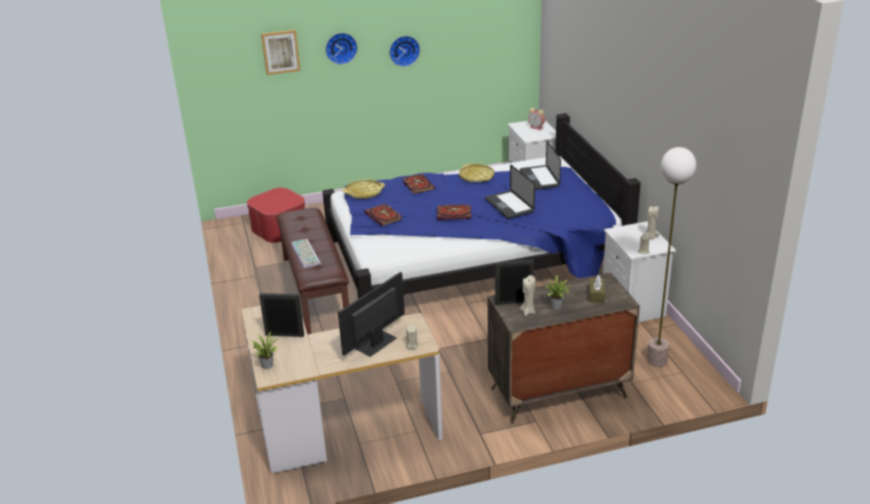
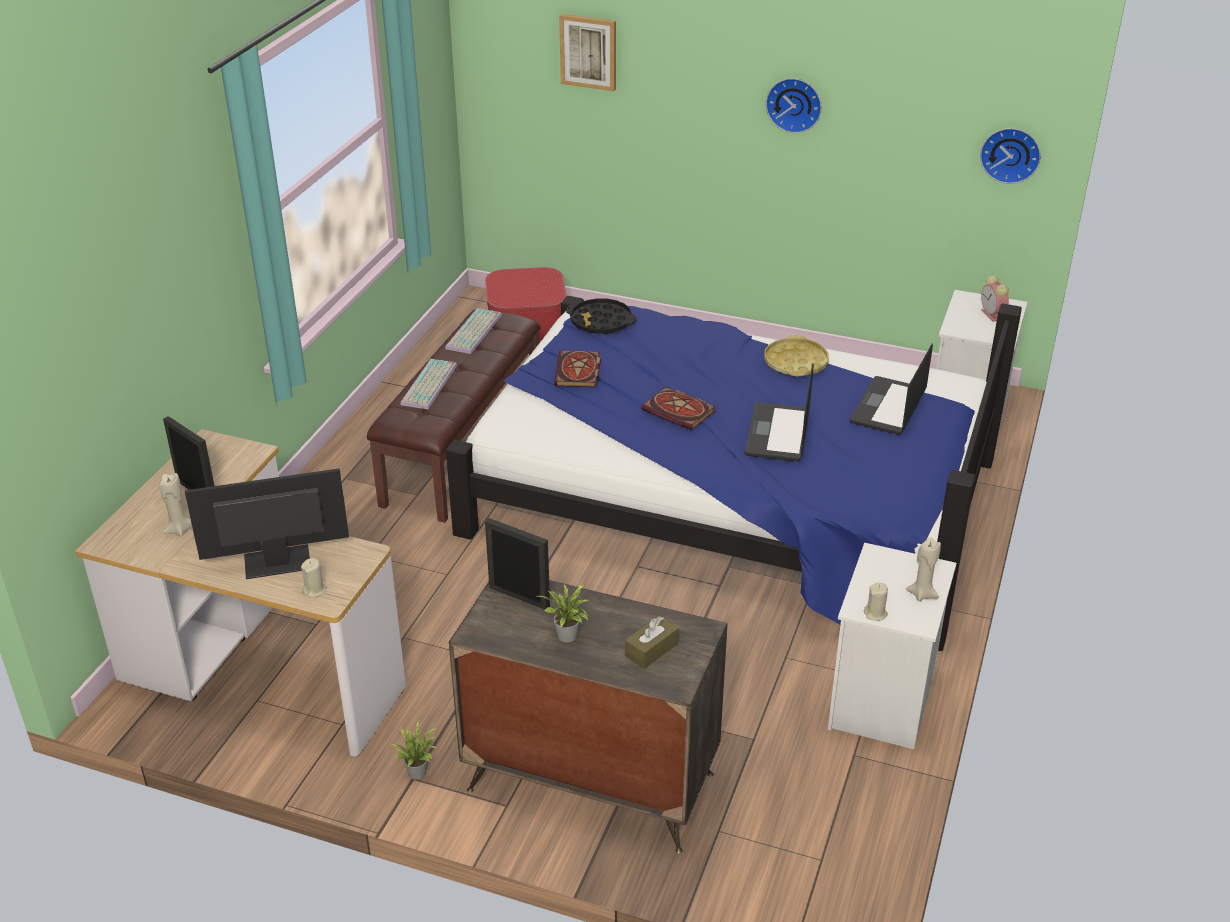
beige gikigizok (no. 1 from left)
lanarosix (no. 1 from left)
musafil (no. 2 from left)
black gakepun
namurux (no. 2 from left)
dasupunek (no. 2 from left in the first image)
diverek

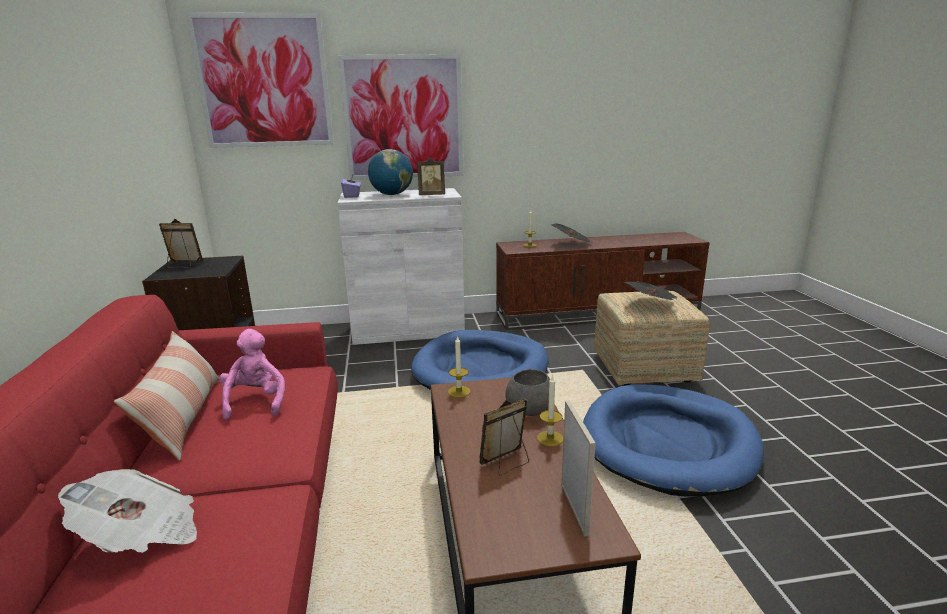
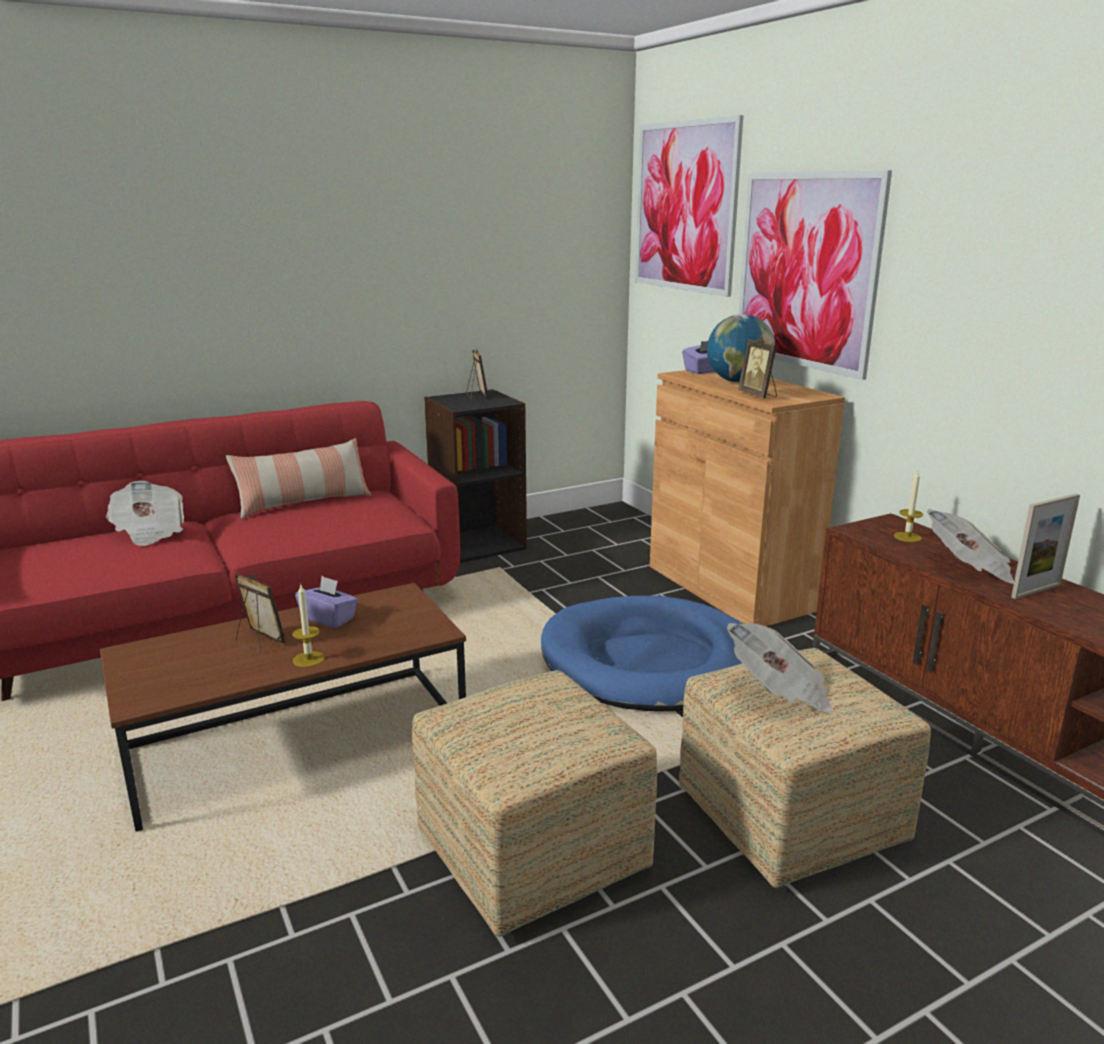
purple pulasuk (no. 1 from left)
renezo (no. 1 from left)
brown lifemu
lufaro (no. 4 from left)
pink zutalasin
gikigizok (no. 1 from left in the first image)
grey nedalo

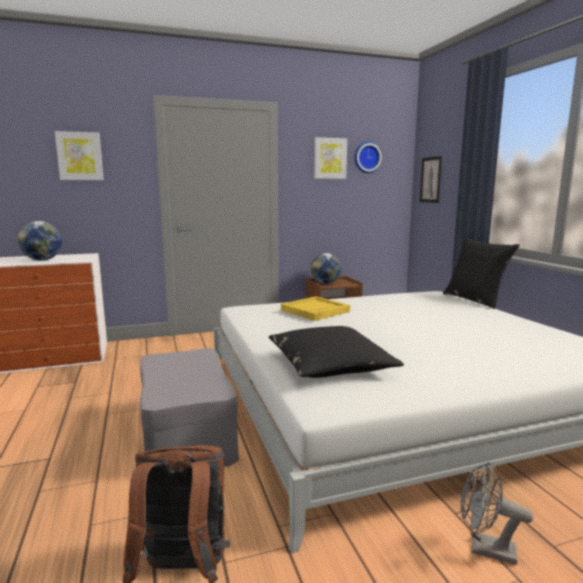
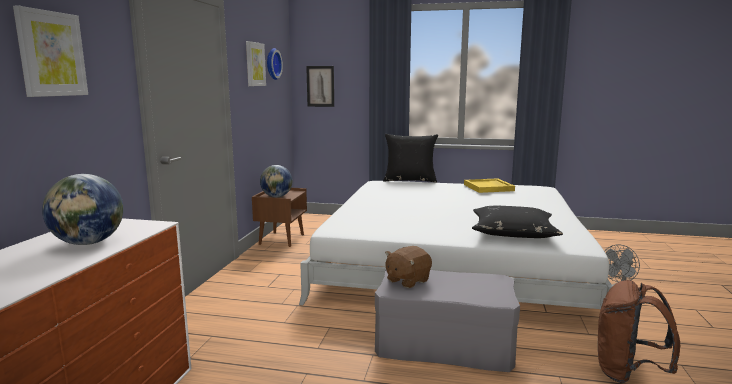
brown zutalasin
yellow gakepun

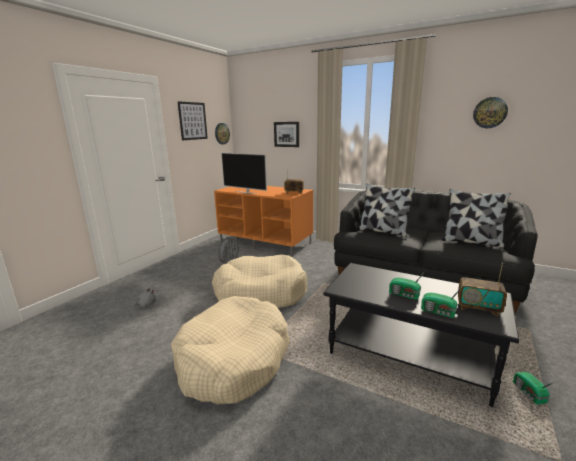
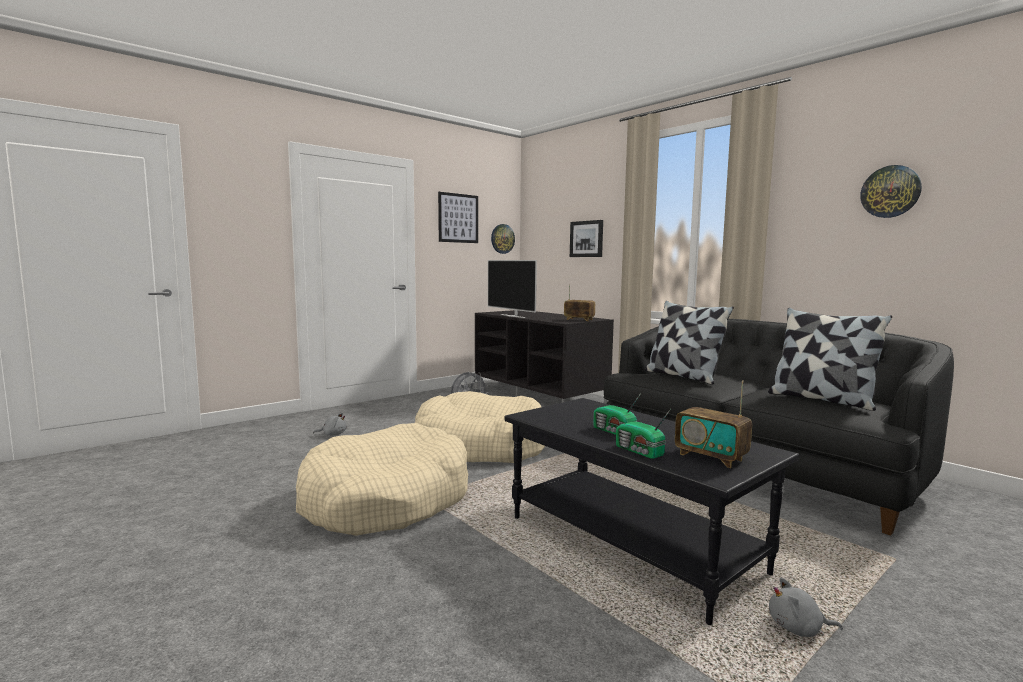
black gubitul
grey zutalasin (no. 2 from left)

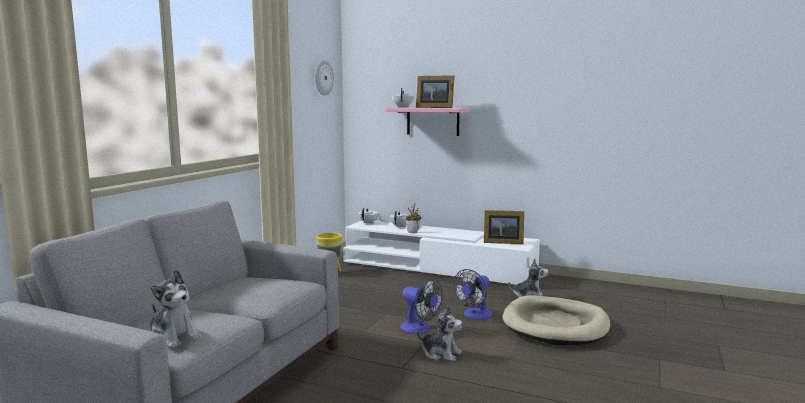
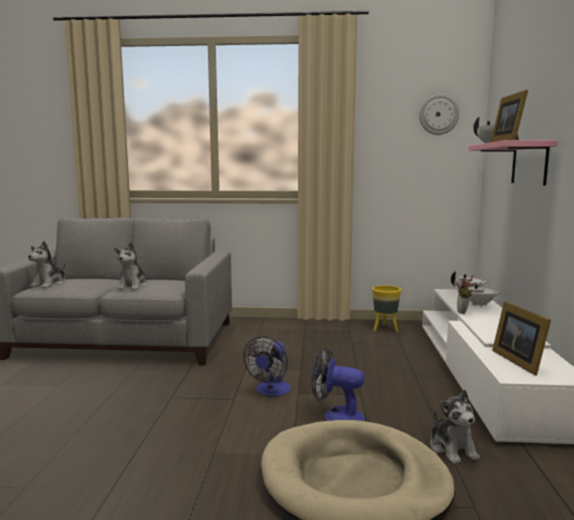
zutalasin (no. 2 from left)

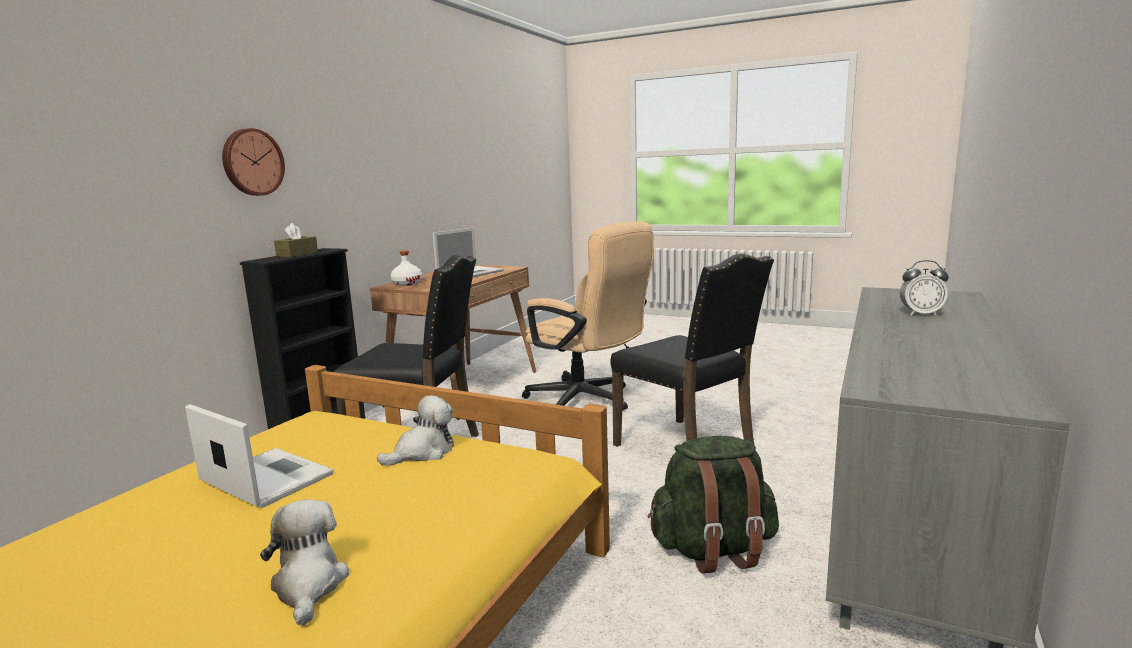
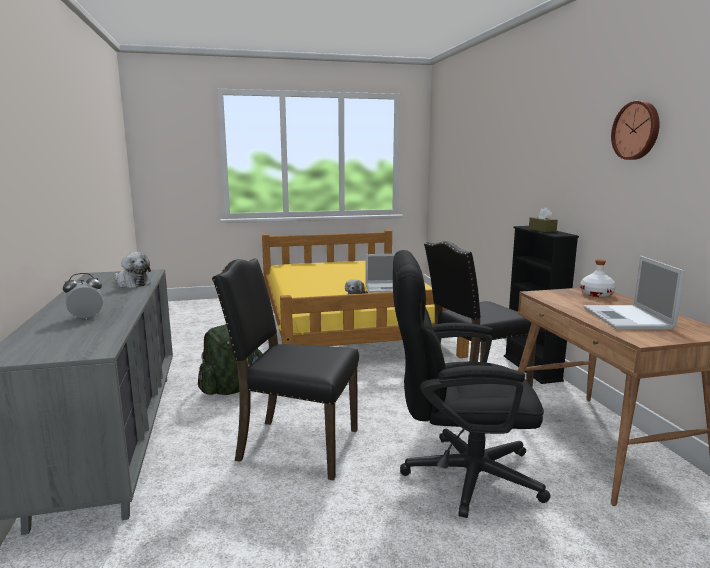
zutalasin (no. 1 from left)
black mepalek
namurux

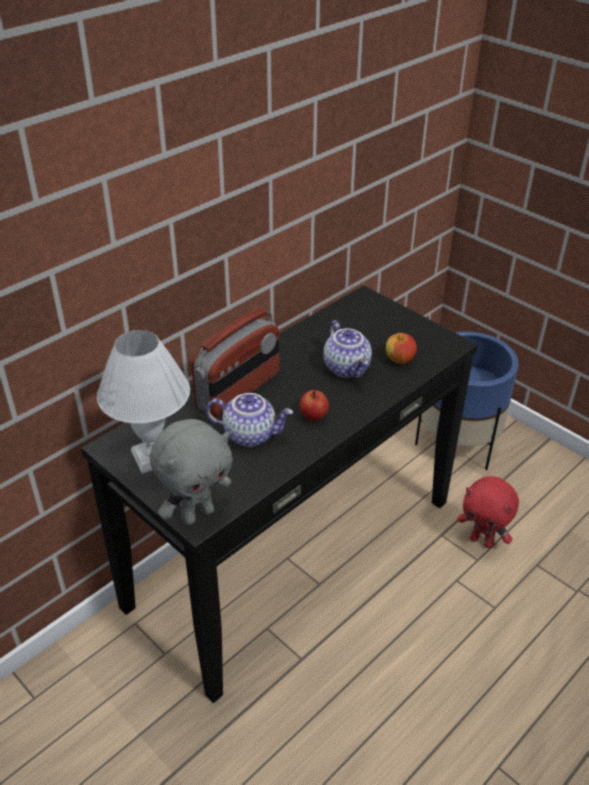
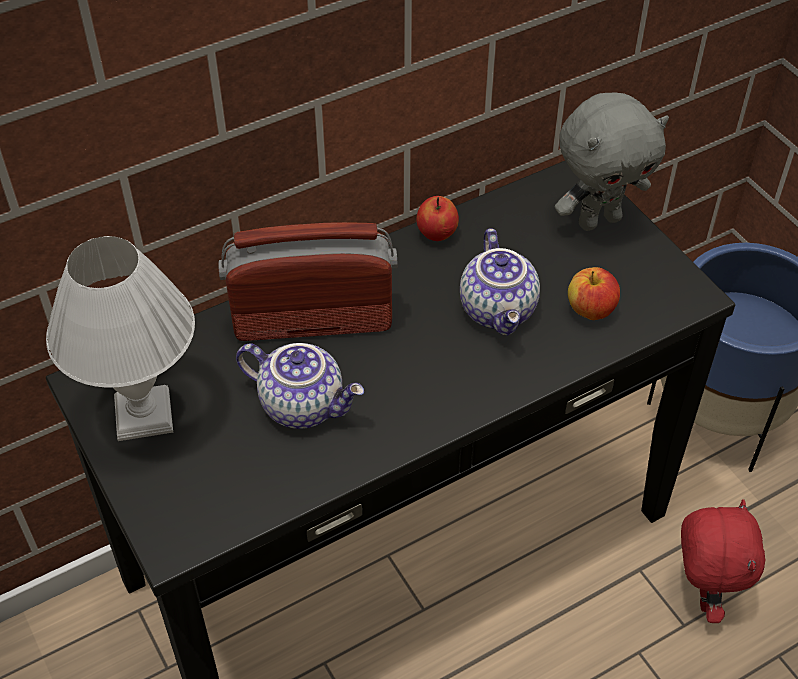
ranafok
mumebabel (no. 1 from left)
grey zutalasin
red zutalasin

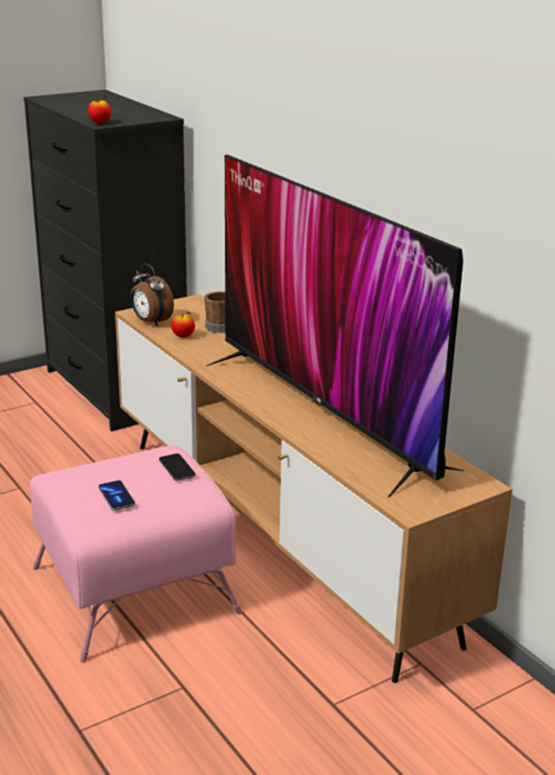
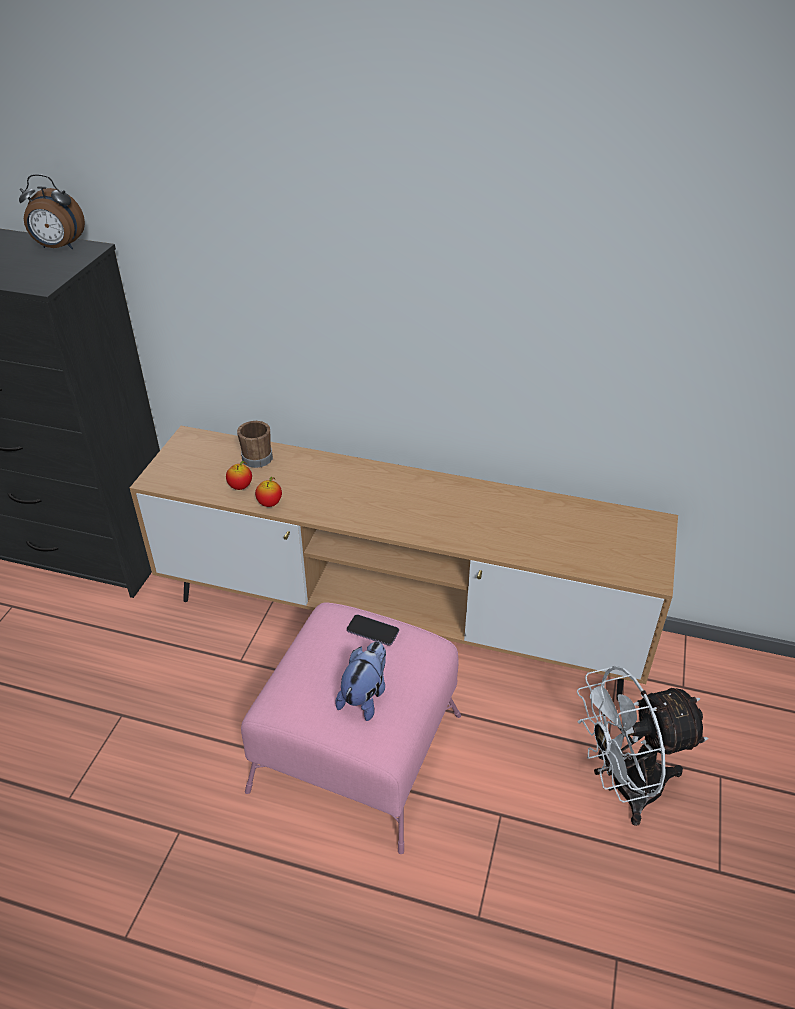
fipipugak
mumebabel (no. 2 from left)
zutalasin
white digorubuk
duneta

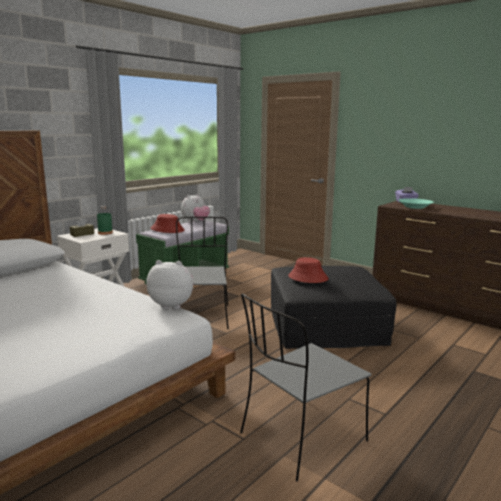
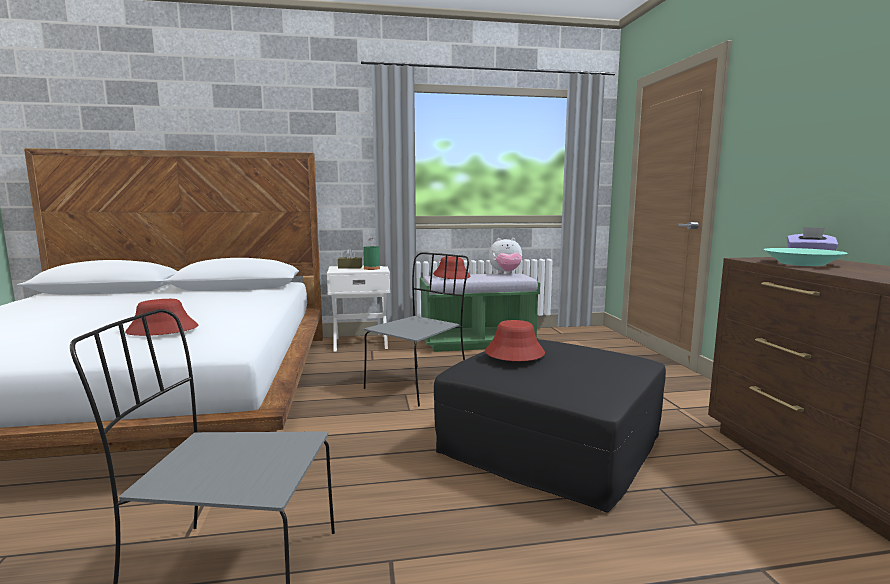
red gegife (no. 1 from left)
zutalasin (no. 1 from left in the first image)

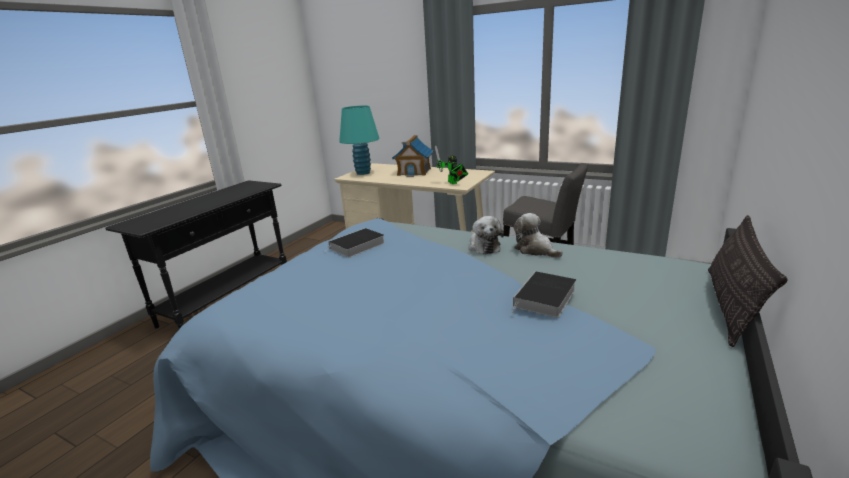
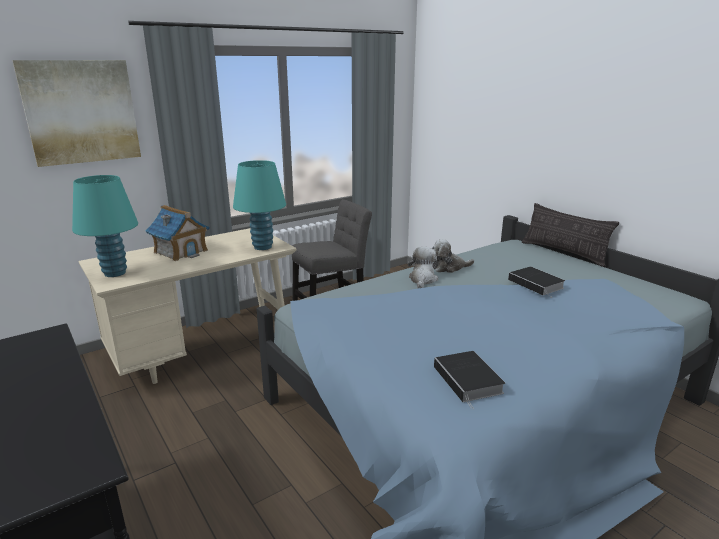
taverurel
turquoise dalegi (no. 2 from left)
zutalasin (no. 1 from left)
dasupunek (no. 1 from left)

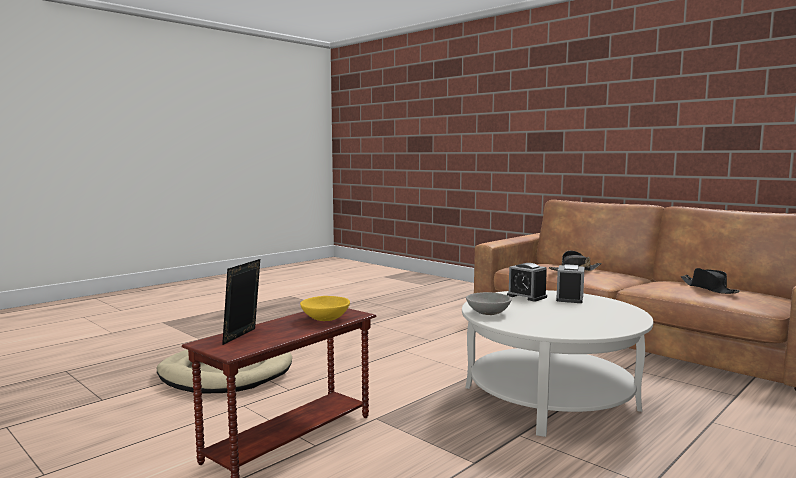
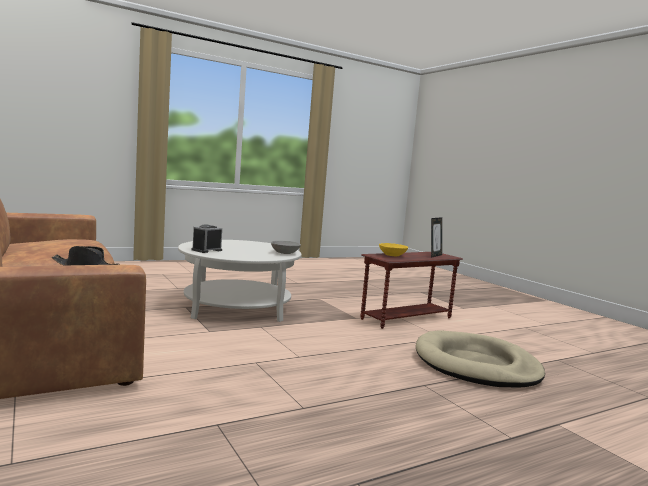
fipipugak (no. 1 from left in the first image)
black gegife (no. 2 from left in the first image)

